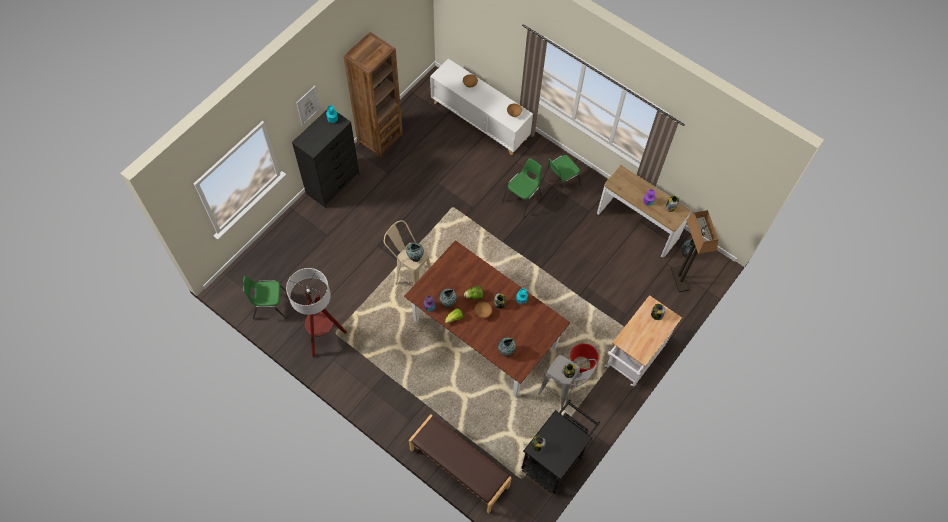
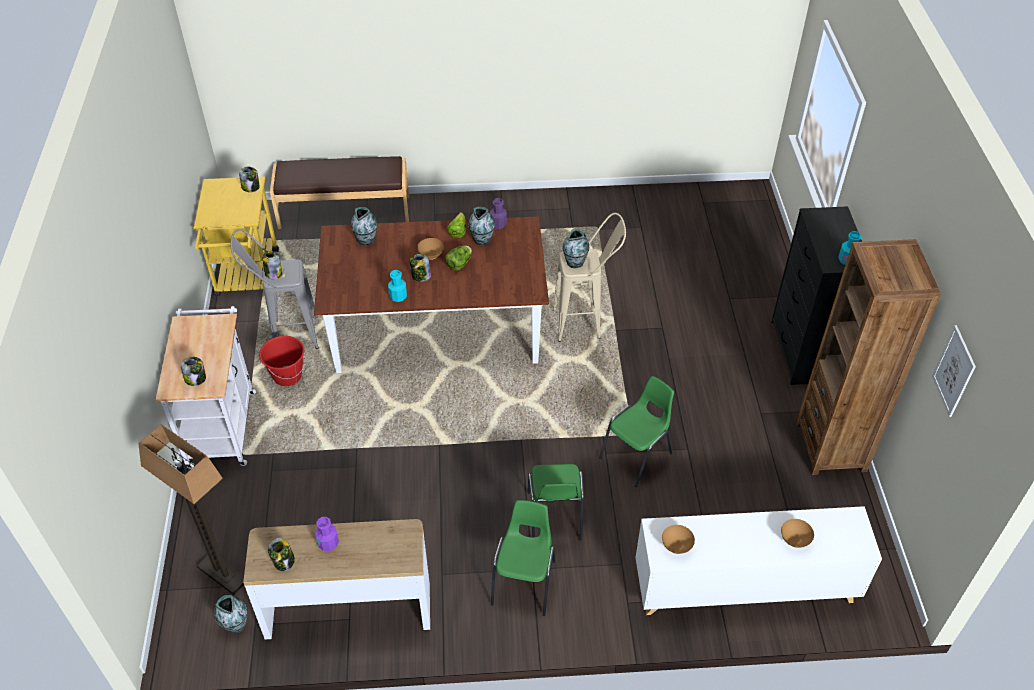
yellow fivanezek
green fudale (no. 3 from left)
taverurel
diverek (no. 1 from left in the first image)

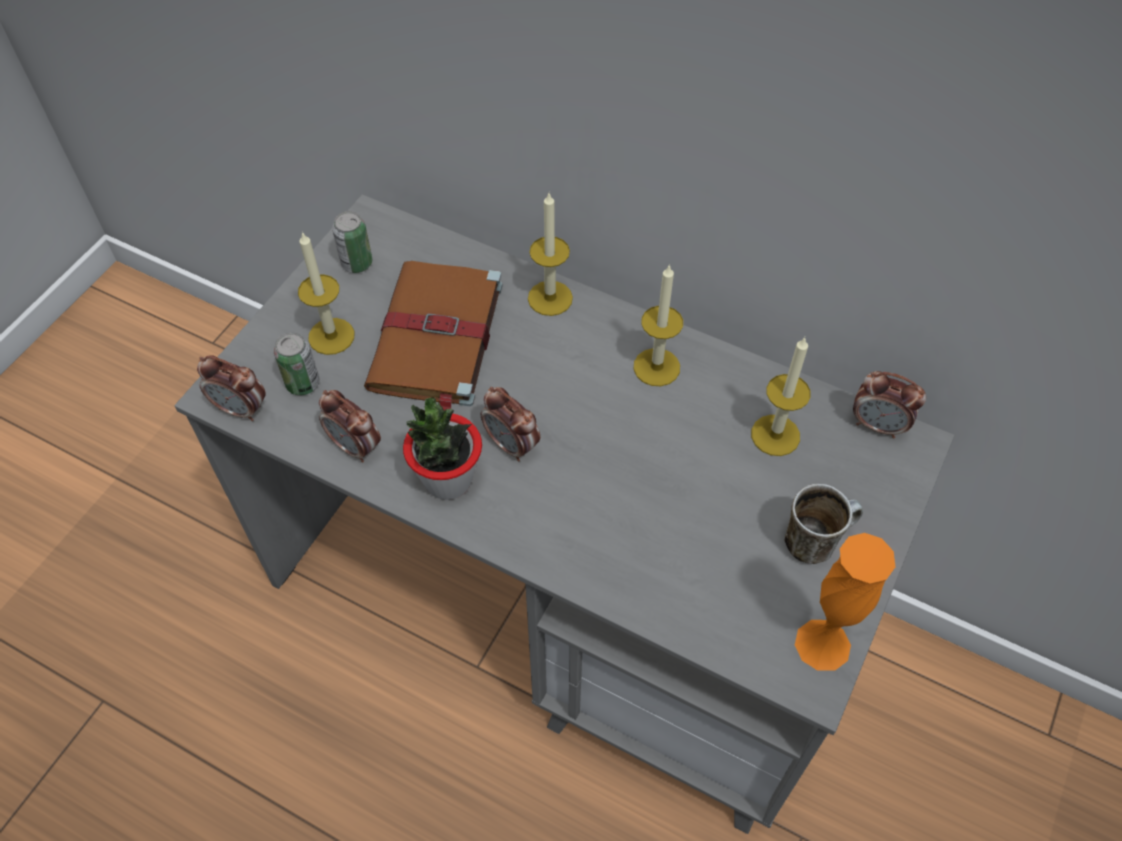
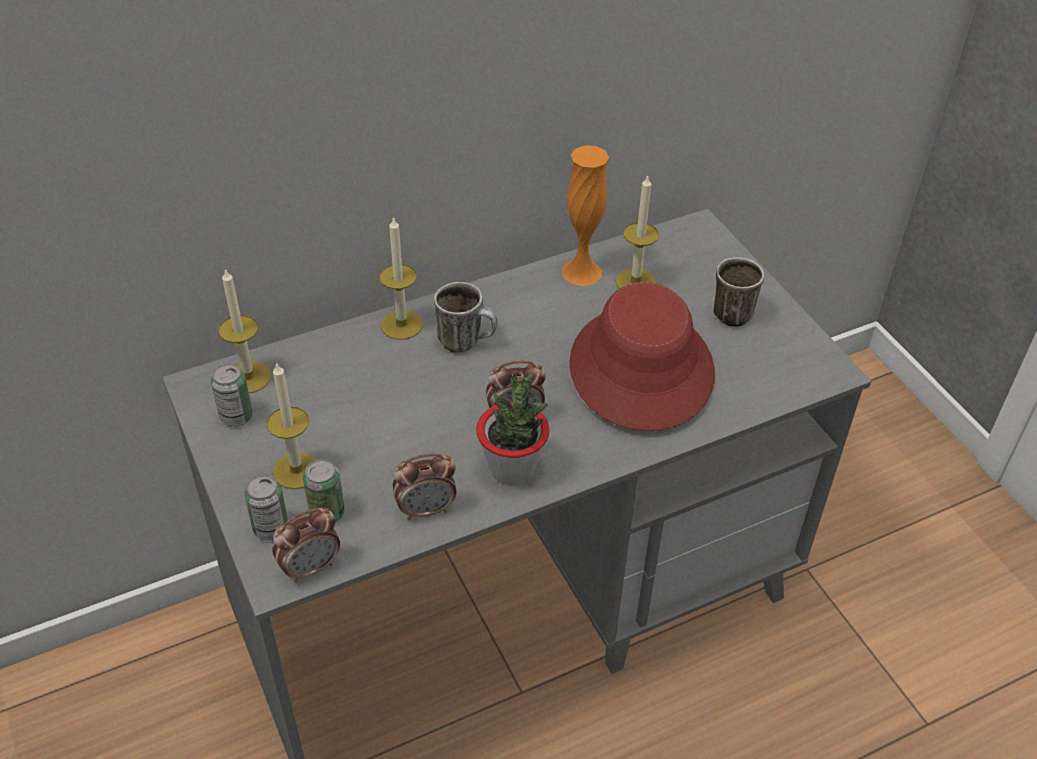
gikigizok (no. 1 from left)
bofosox (no. 2 from left)
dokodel (no. 1 from left)
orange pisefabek
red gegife
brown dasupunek
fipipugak (no. 4 from left in the first image)

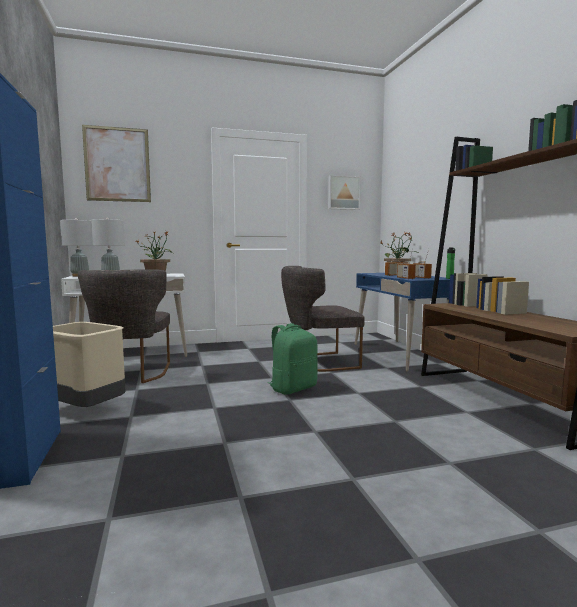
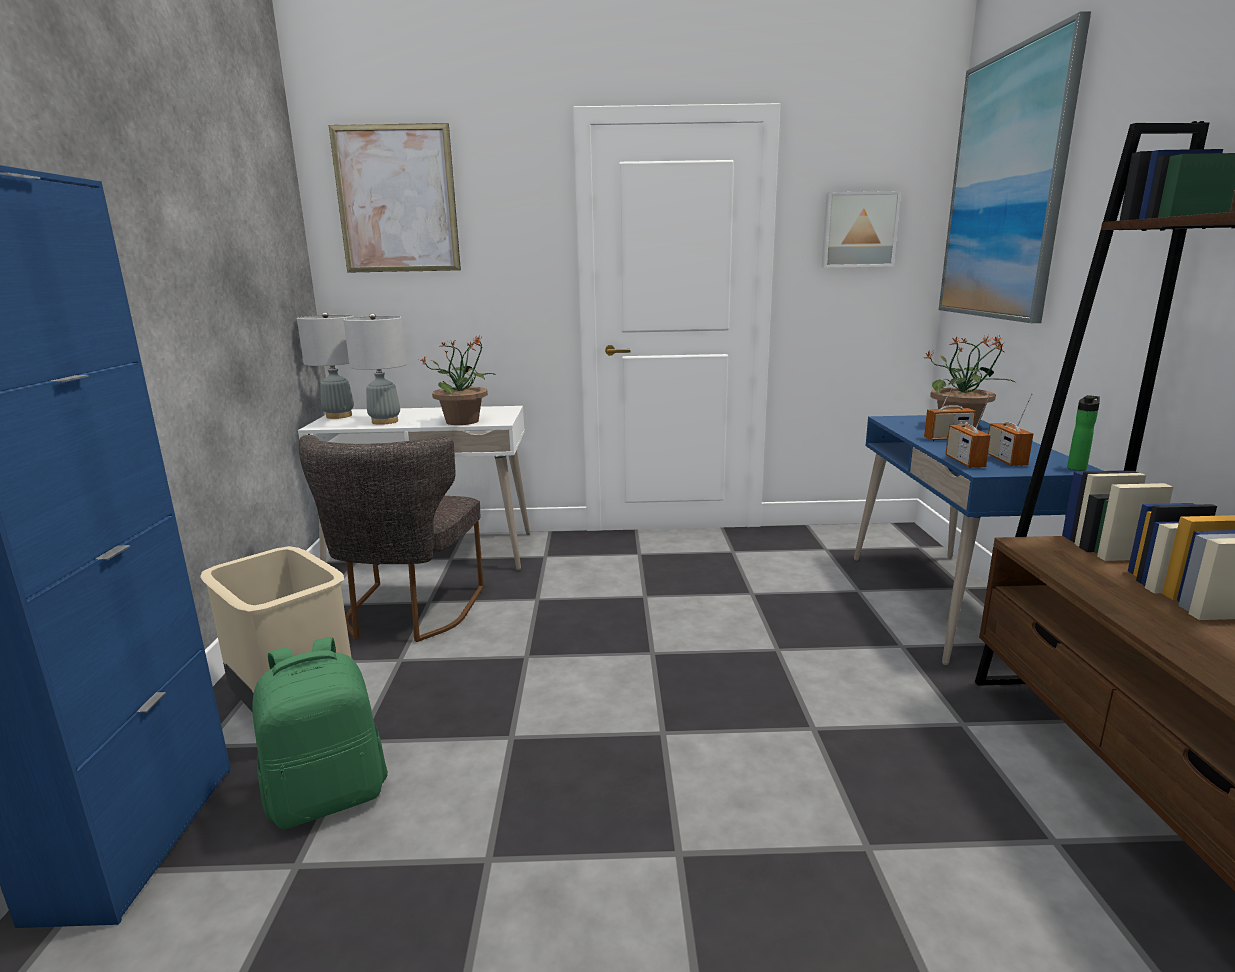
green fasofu
taverurel (no. 3 from left)
grey fudale (no. 2 from left in the first image)

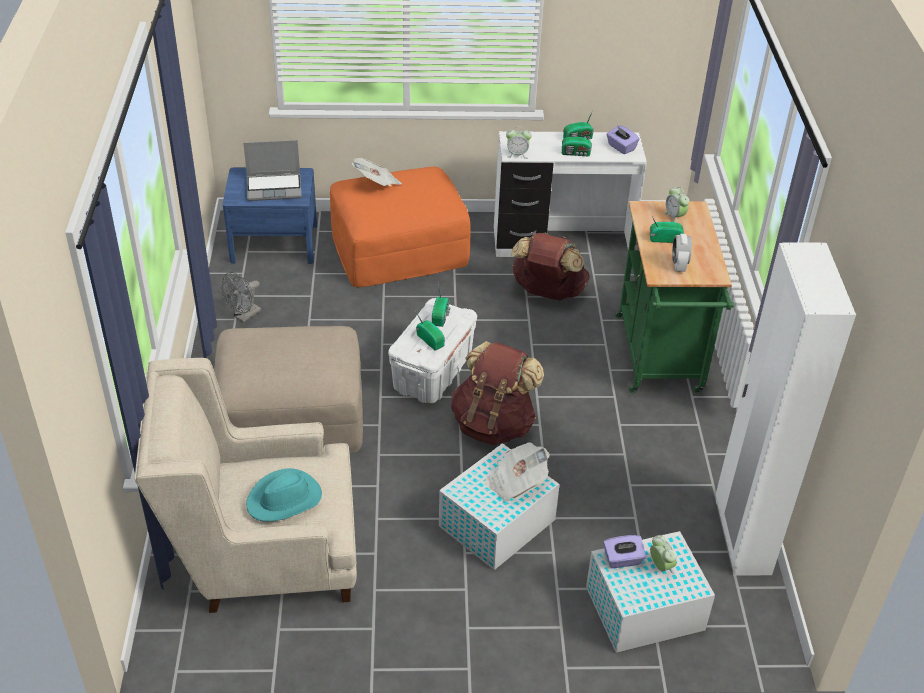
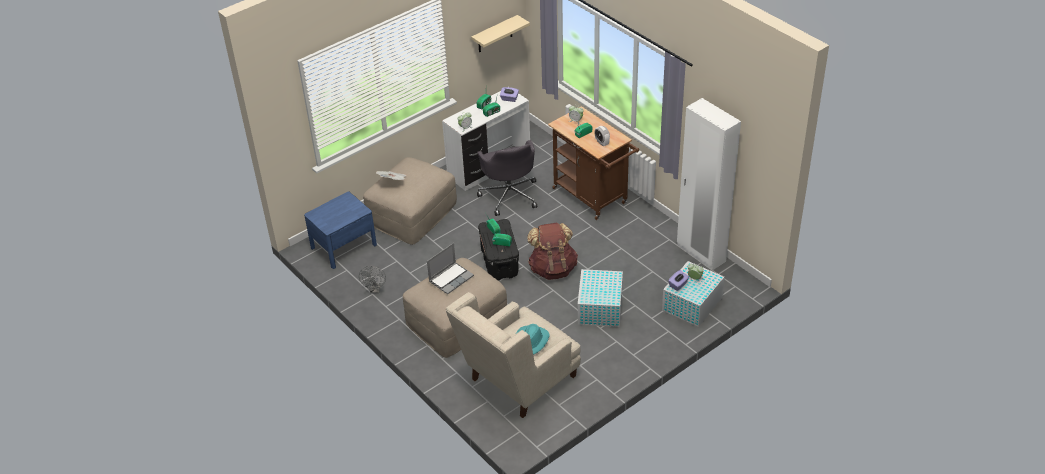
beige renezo (no. 1 from left)
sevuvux
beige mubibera
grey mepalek
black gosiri
brown fivanezek
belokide (no. 2 from left in the first image)

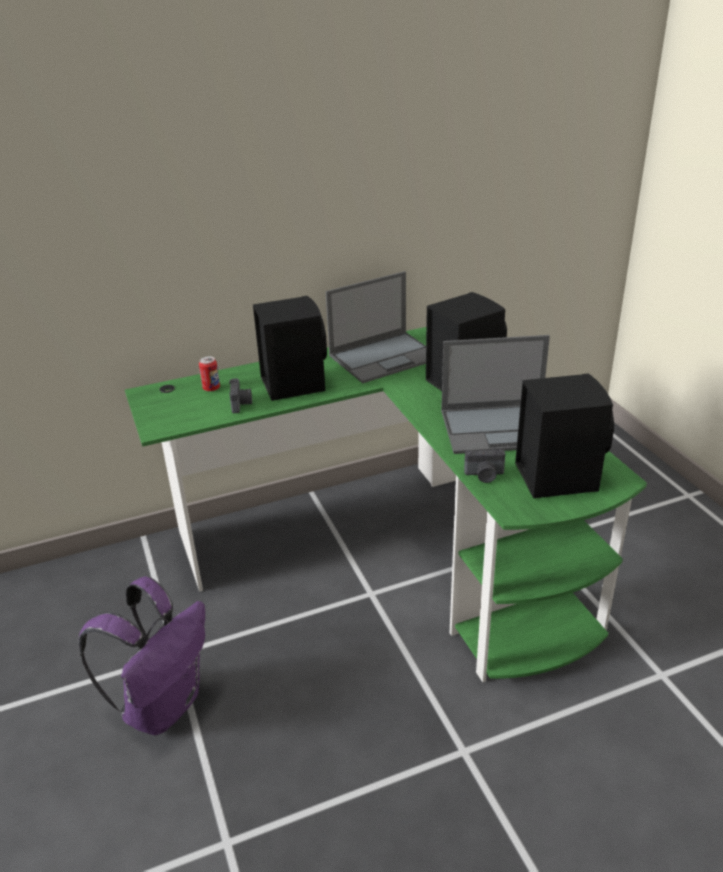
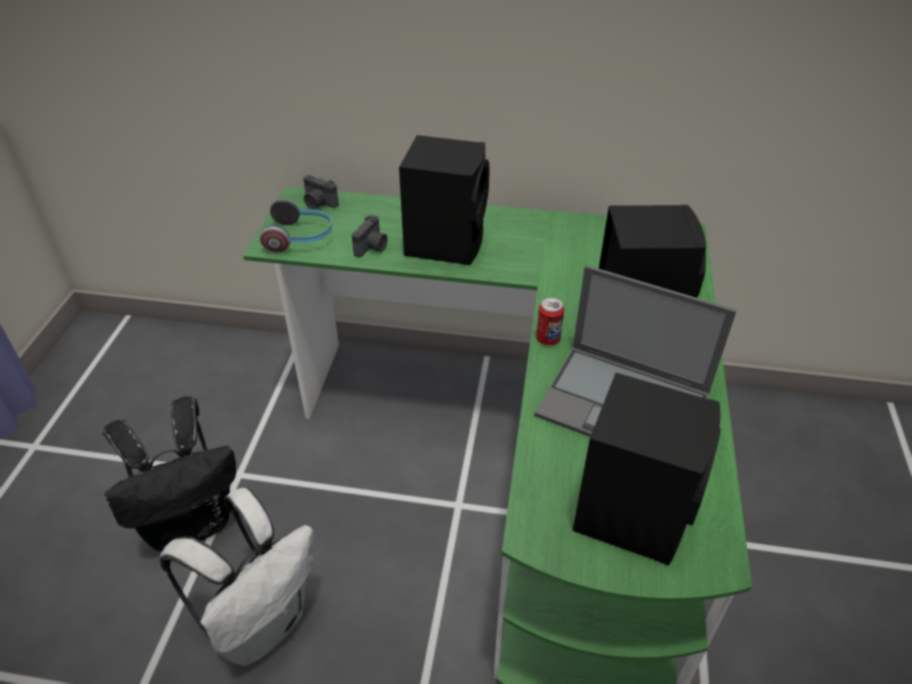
black fasofu
white fasofu
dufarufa
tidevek (no. 1 from left)
bofosox
sevuvux (no. 1 from left in the first image)

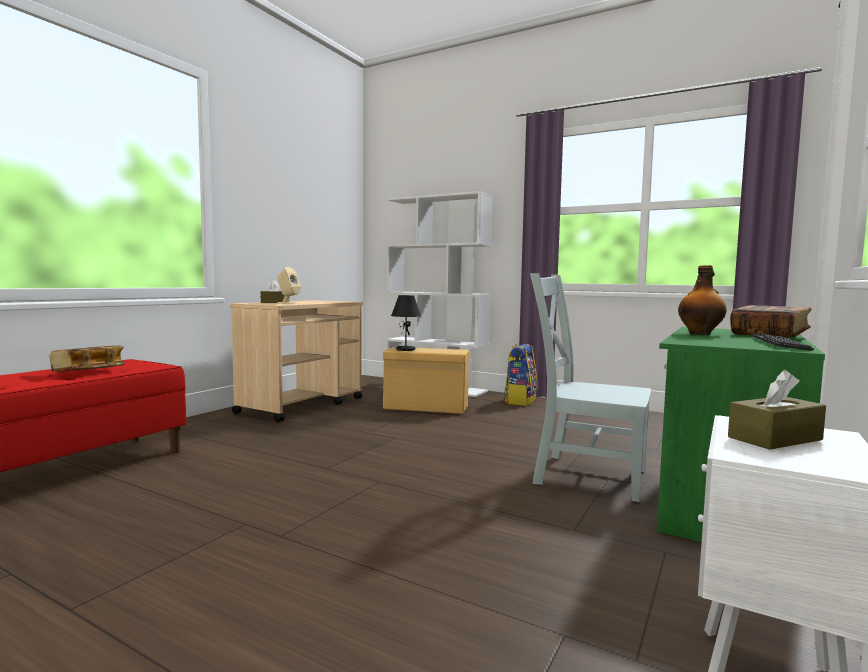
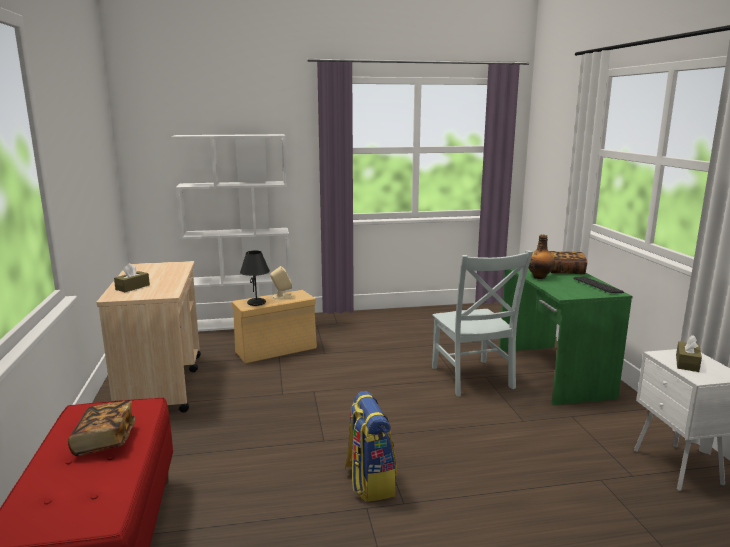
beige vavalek
fasofu
grey fudale

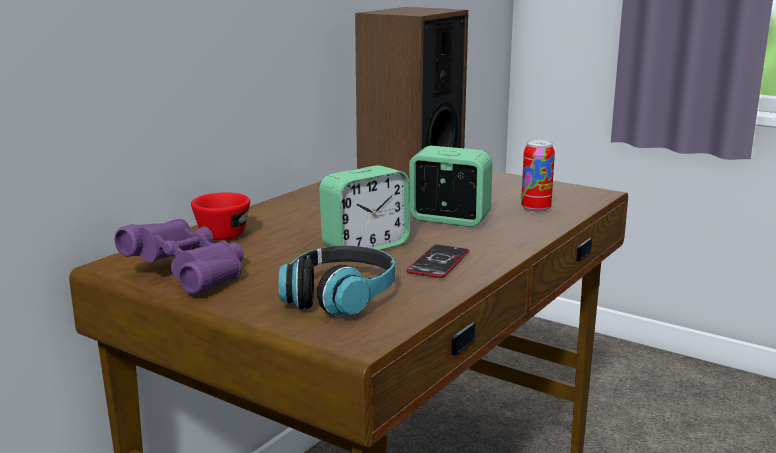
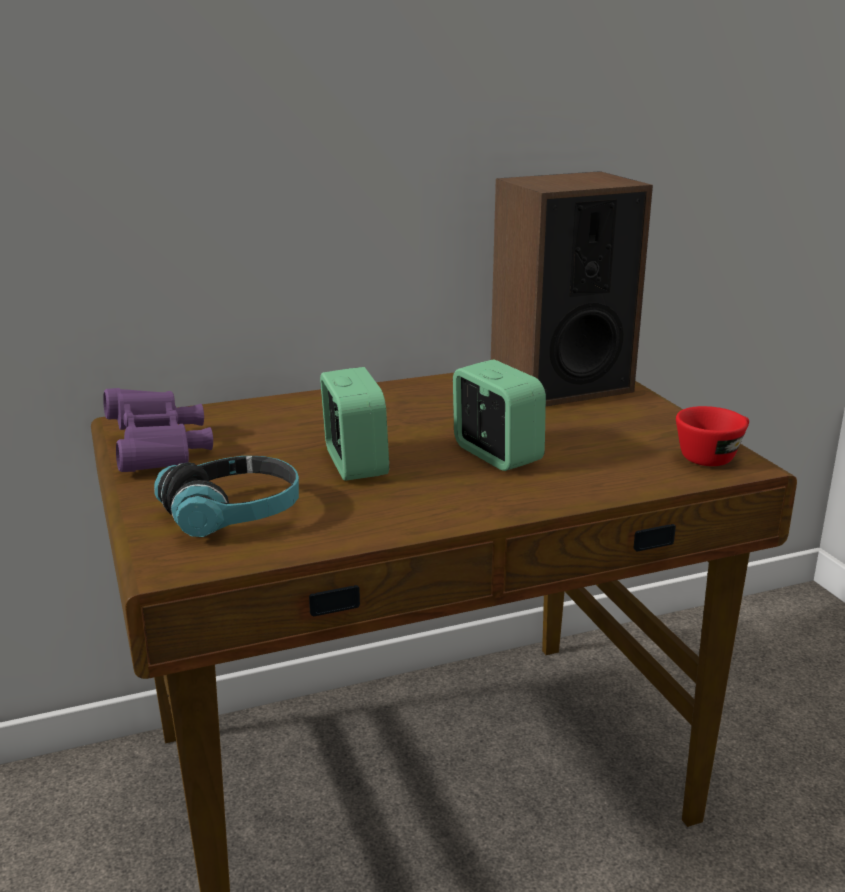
fipipugak (no. 1 from left)
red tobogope
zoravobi
bofosox

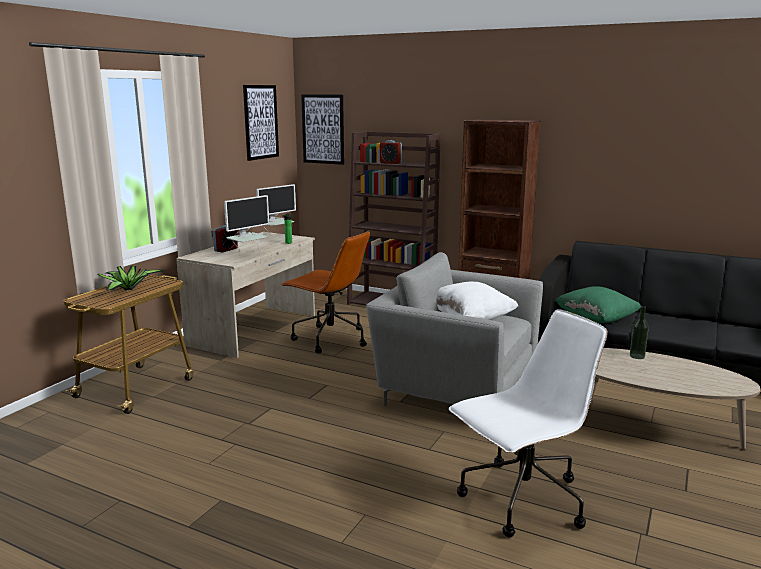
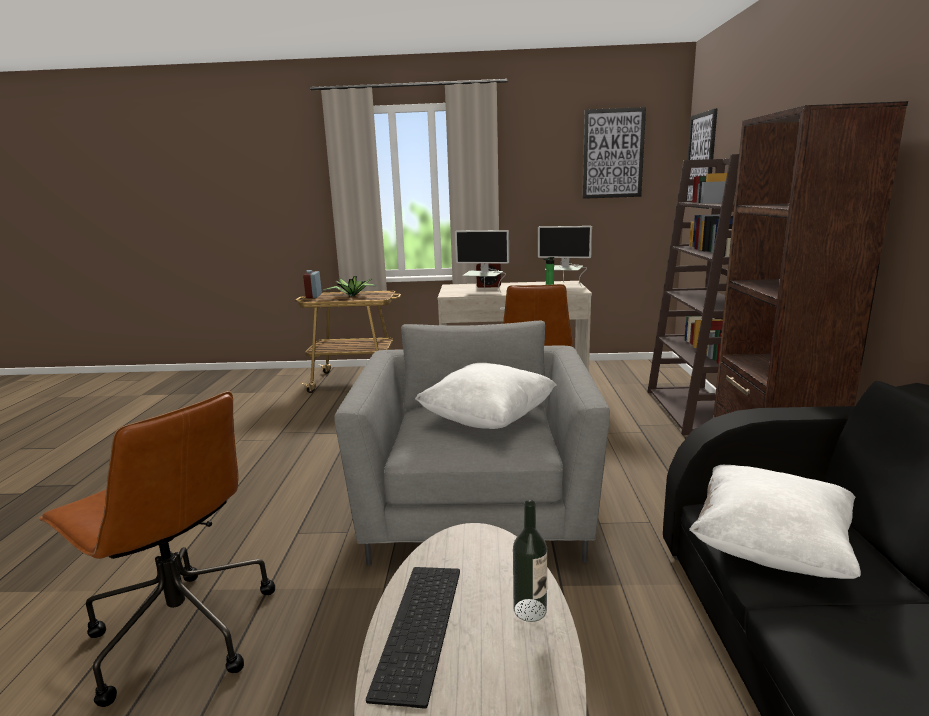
brown mepalek (no. 1 from left)
fipipugak (no. 1 from left)
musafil
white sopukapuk (no. 2 from left)

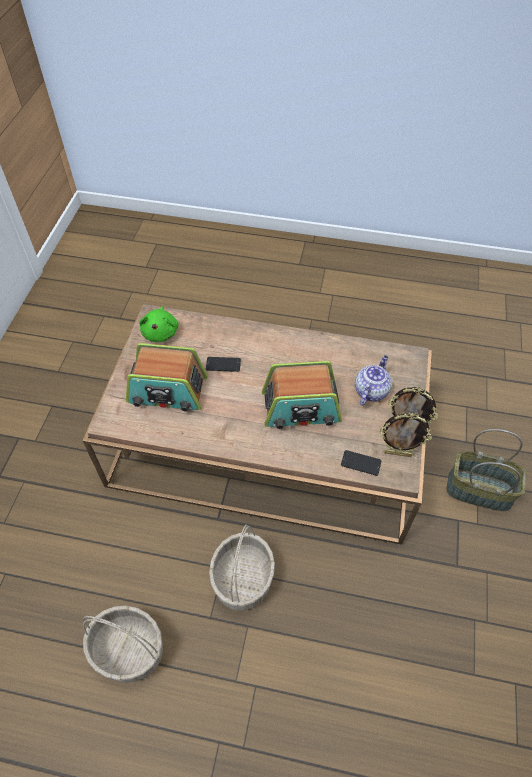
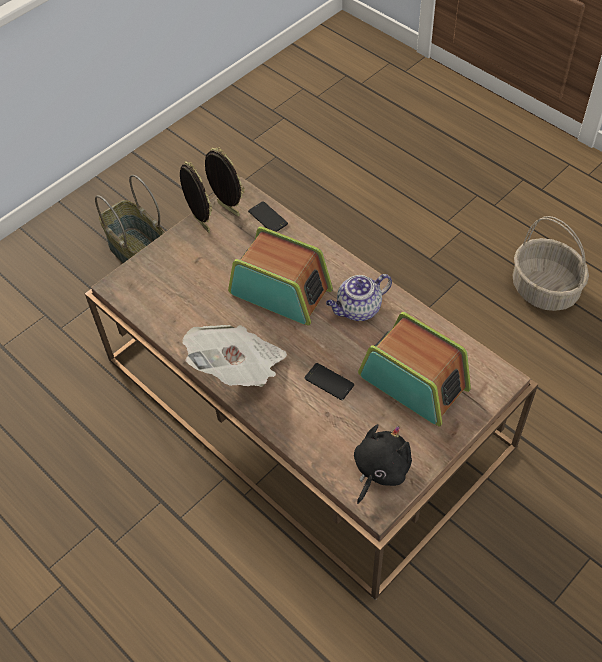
belokide
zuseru
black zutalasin
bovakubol (no. 2 from left in the first image)

